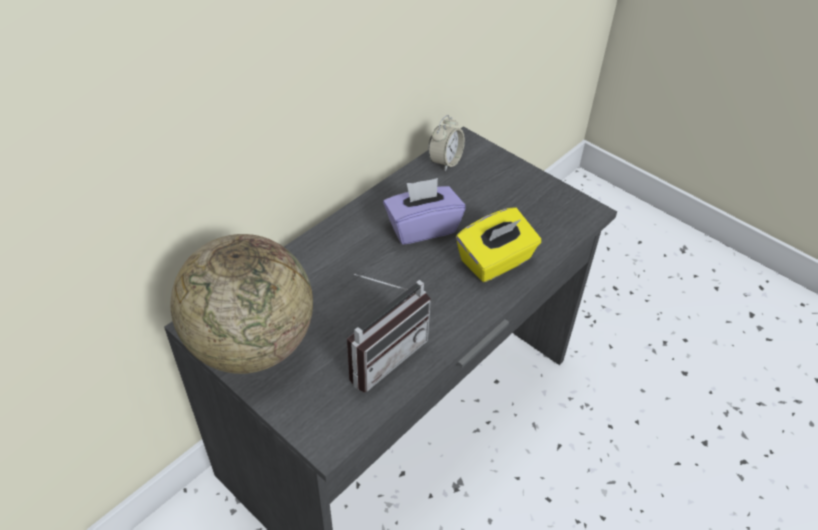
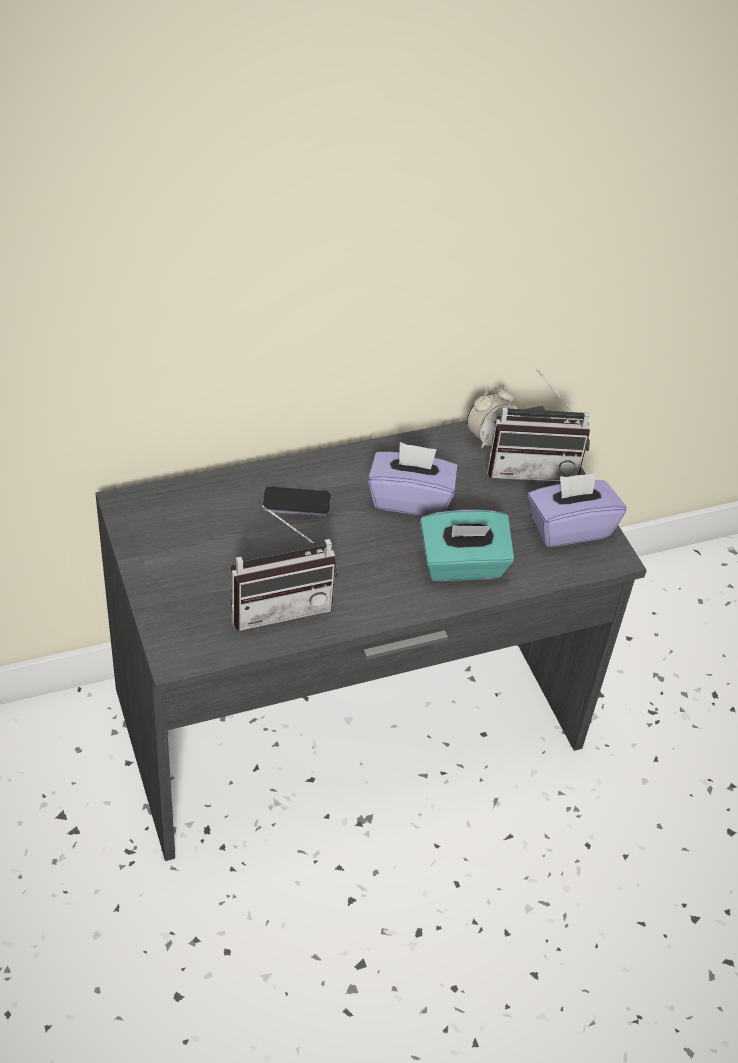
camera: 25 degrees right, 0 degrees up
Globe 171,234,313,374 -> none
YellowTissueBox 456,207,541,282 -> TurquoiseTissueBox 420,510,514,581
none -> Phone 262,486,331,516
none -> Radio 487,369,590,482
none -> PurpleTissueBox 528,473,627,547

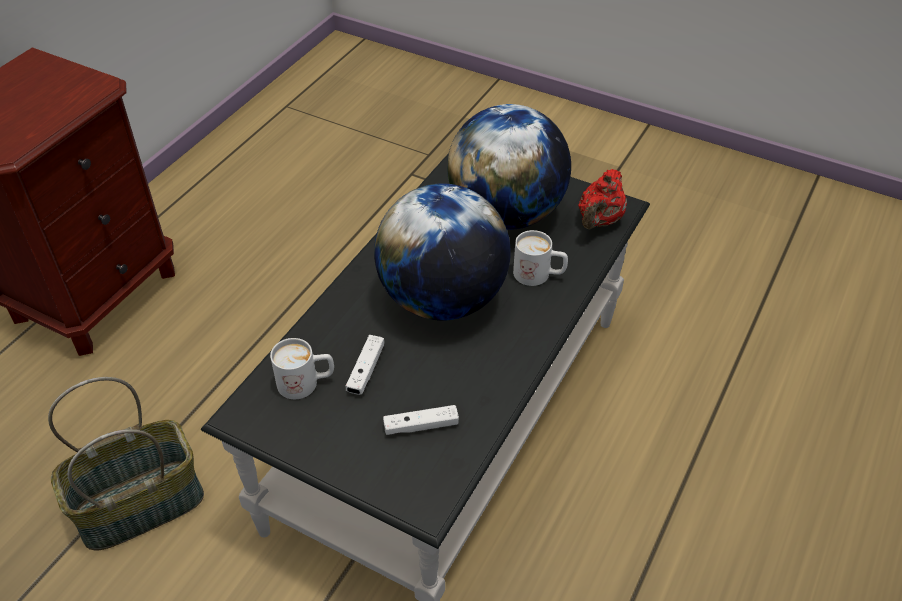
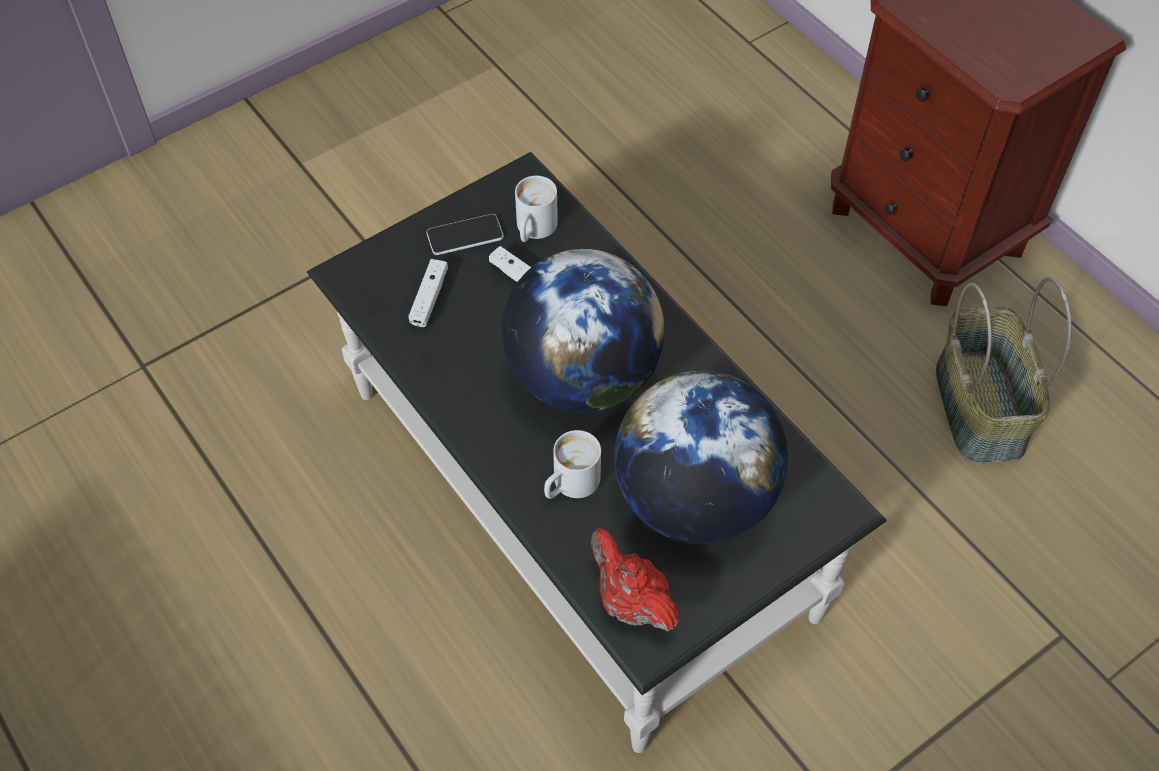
camera: 115 degrees right, 10 degrees up
Basket 48,377,204,551 -> Basket 936,277,1072,464, move
none -> Phone 426,214,504,255

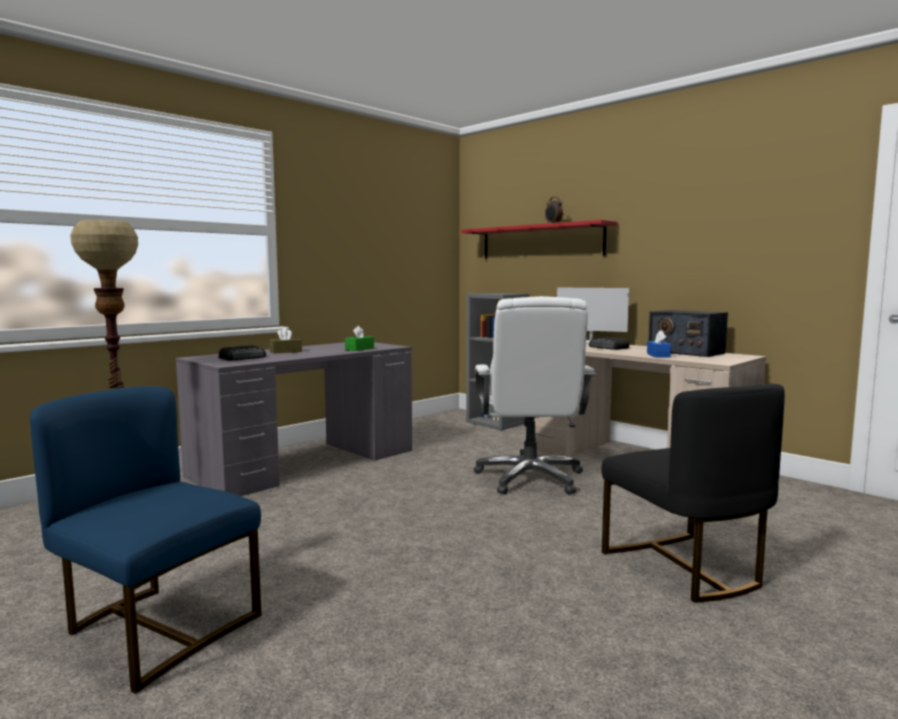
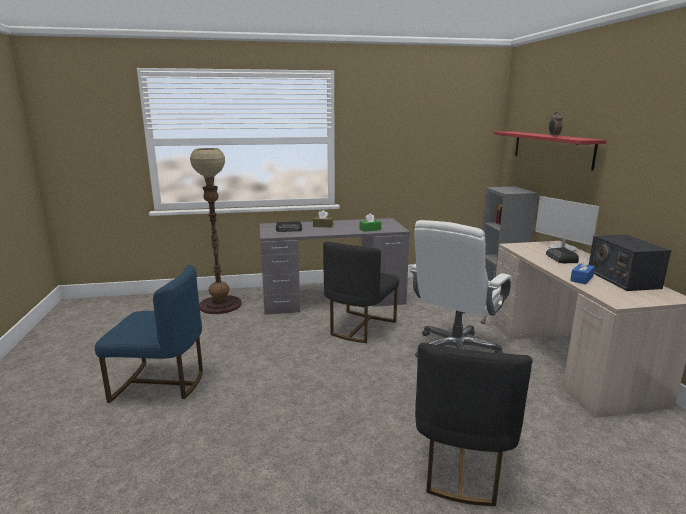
camera: 35 degrees right, 10 degrees up
BlueChair 30,386,261,694 -> BlueChair 95,265,203,403, 120 degrees clockwise
none -> BlackChair 323,241,399,343

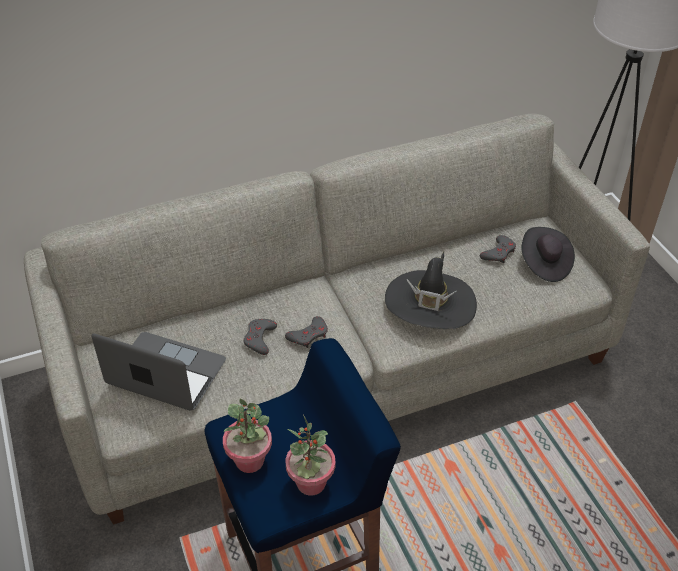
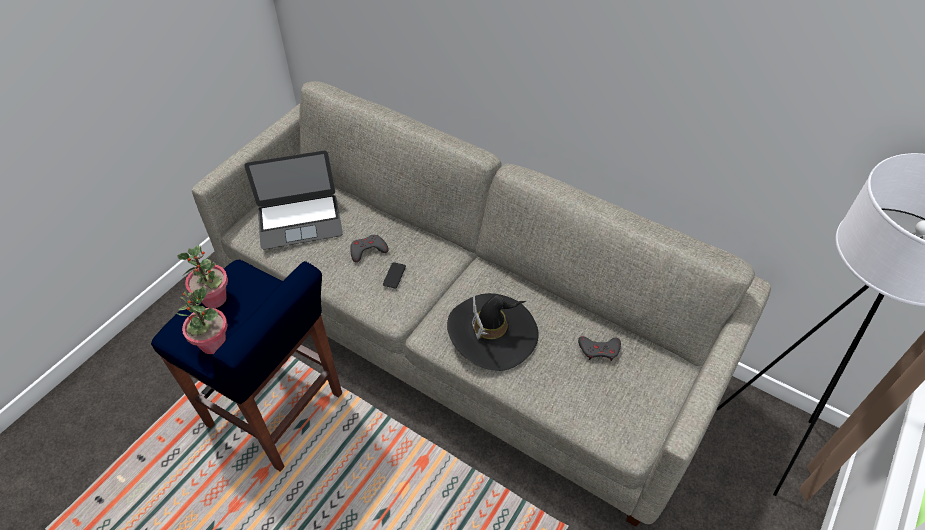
camera: 55 degrees right, 5 degrees up
Laptop 91,332,226,411 -> Laptop 245,150,343,249, 90 degrees clockwise
GreyGameController 285,316,328,348 -> Phone 383,262,406,288
BlackHat 521,227,575,282 -> none

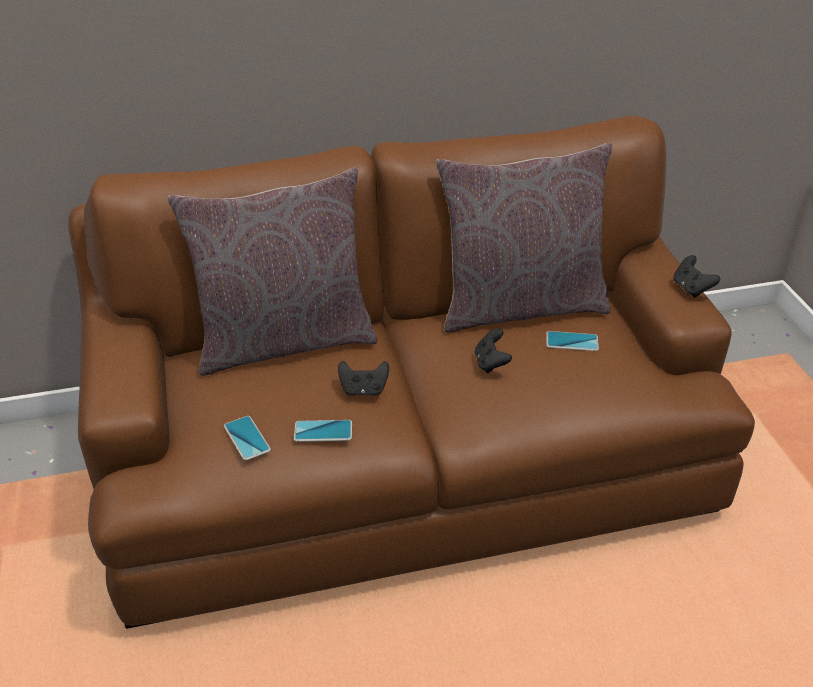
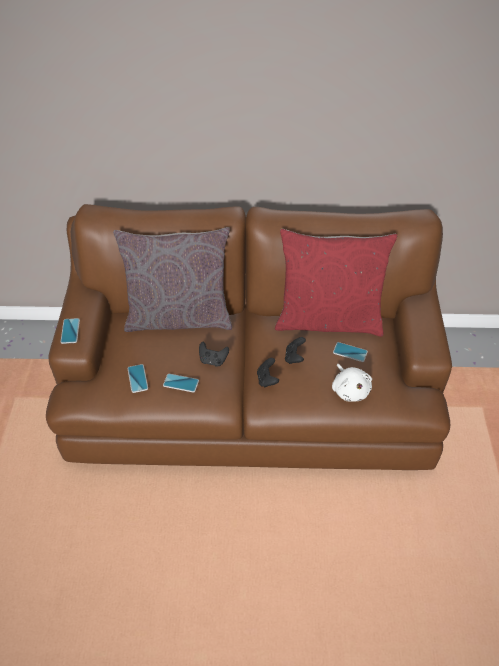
camera: 15 degrees right, 10 degrees up
GreyPillow 436,143,612,333 -> RedPillow 275,229,397,337
BlackGameController 673,255,720,298 -> BlackGameController 257,358,279,388, move
none -> Phone 61,318,80,344
none -> WhitePlushToy 332,364,372,402

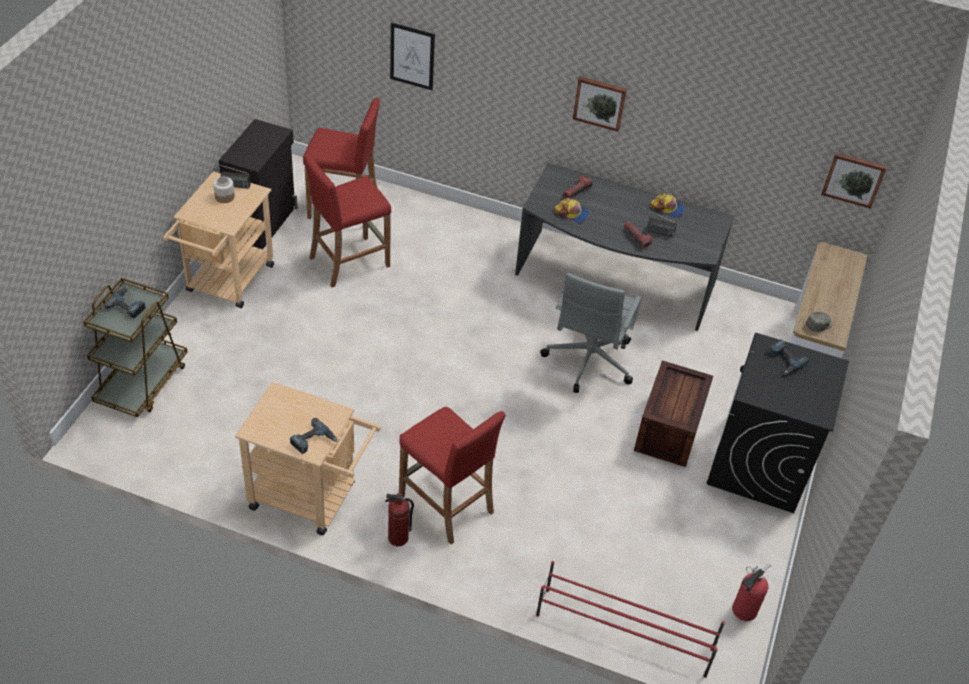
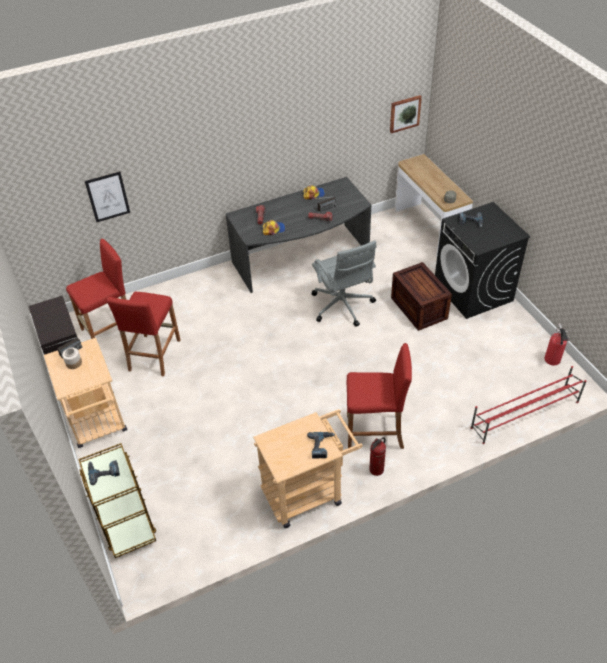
camera: 40 degrees left, 0 degrees up
Picture 573,77,627,132 -> none

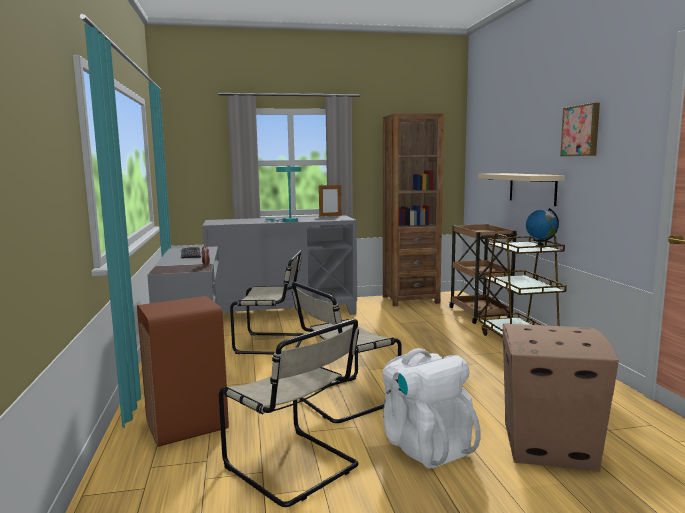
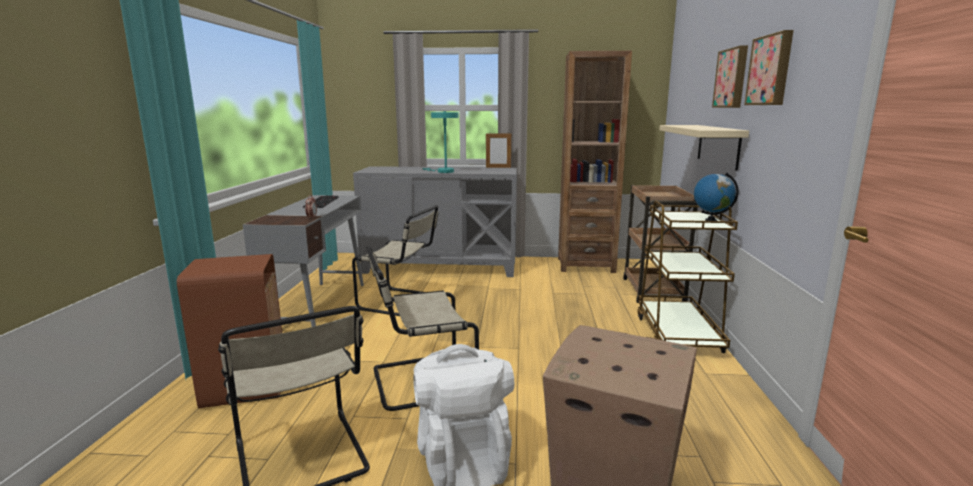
camera: 15 degrees right, 5 degrees up
none -> Picture 712,45,748,108

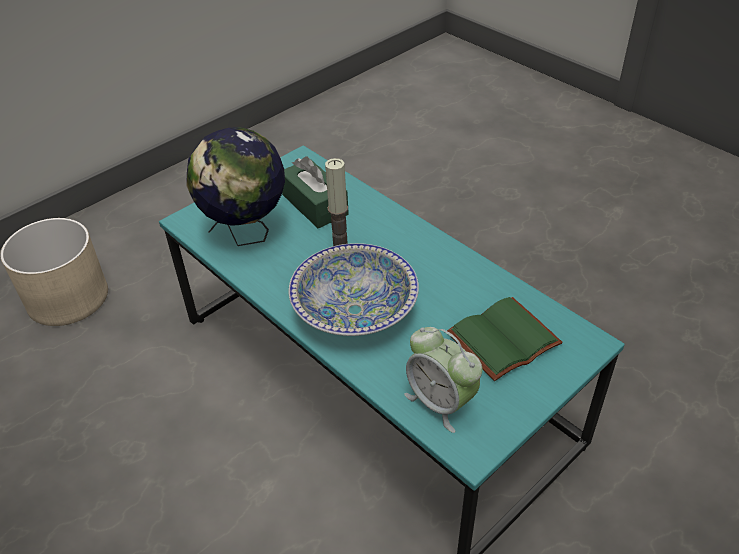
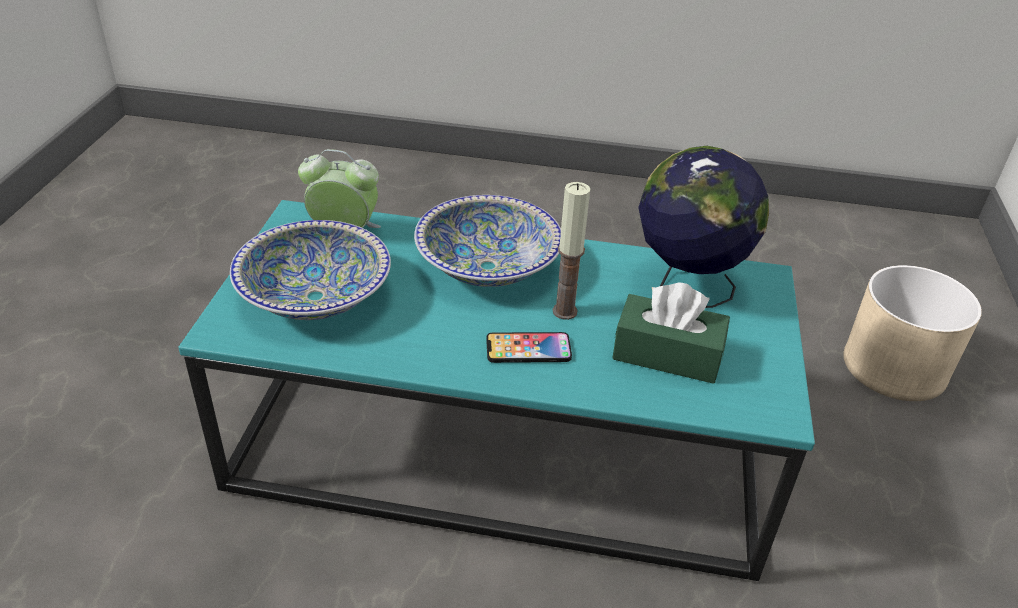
camera: 140 degrees right, 5 degrees down
GreenBook 447,297,563,381 -> Bowl 230,220,391,320
none -> Phone 486,332,572,363

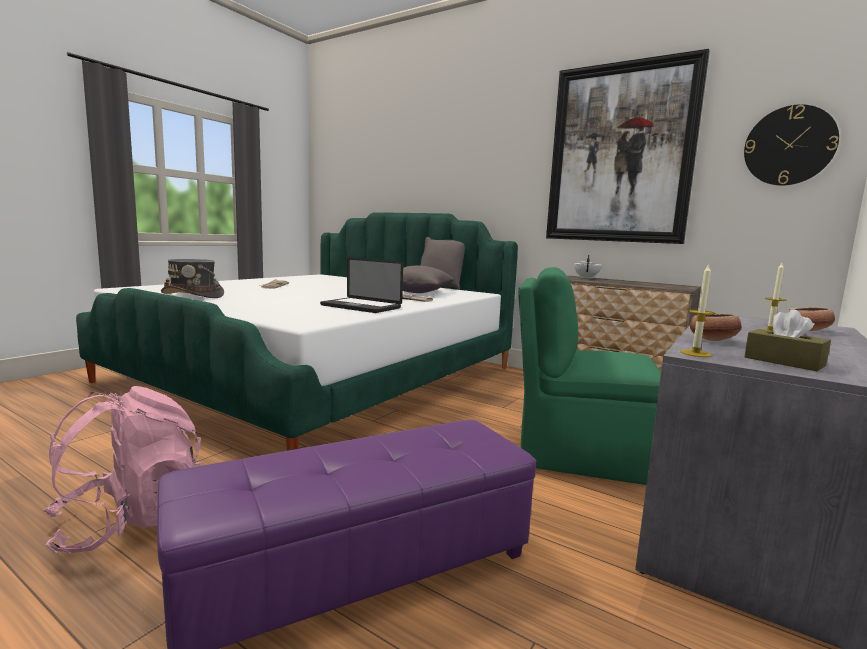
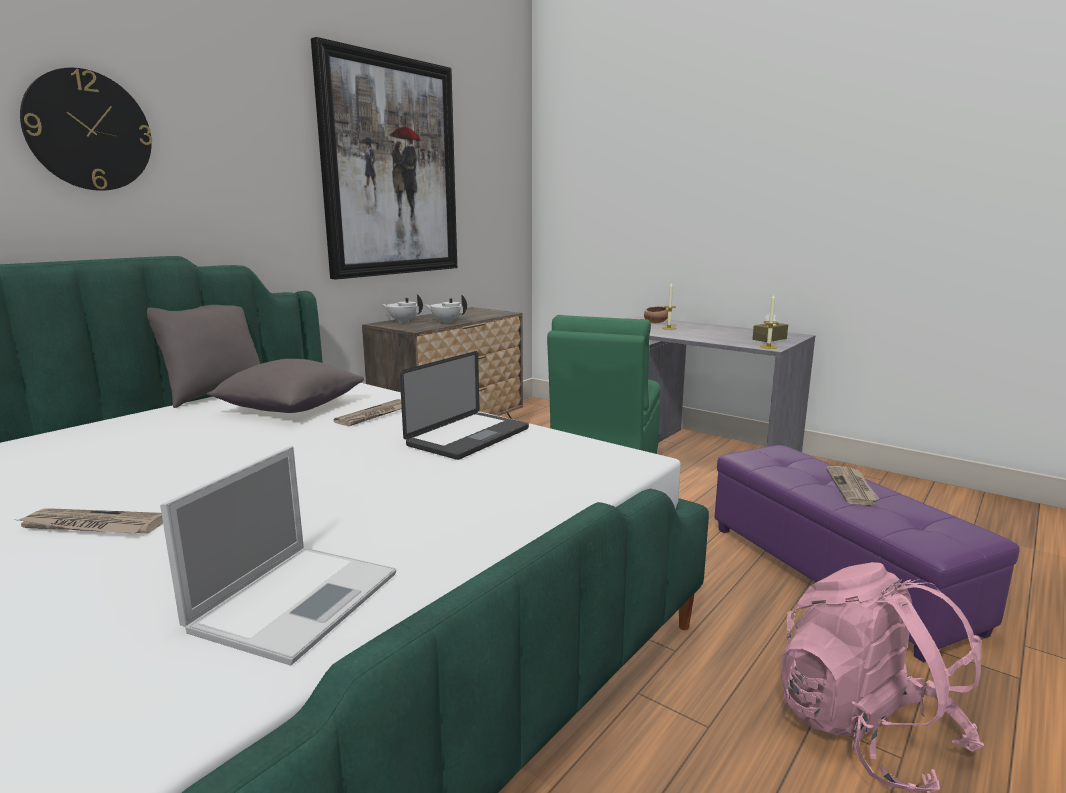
camera: 85 degrees left, 5 degrees up
GreyHat 161,259,224,298 -> Laptop 160,446,396,666
Bowl 690,314,742,341 -> none
WallClock 744,104,839,186 -> WallClock 20,68,152,191, move
none -> WhiteTeapot 425,295,467,324
none -> Newspaper 826,466,880,505

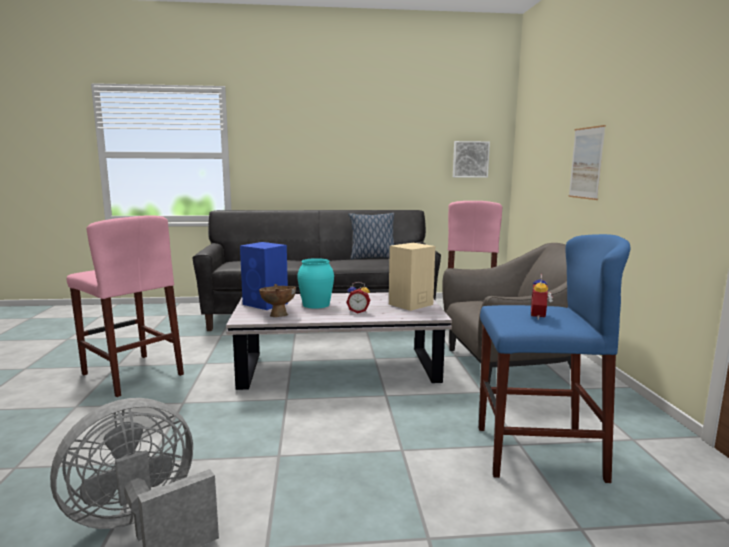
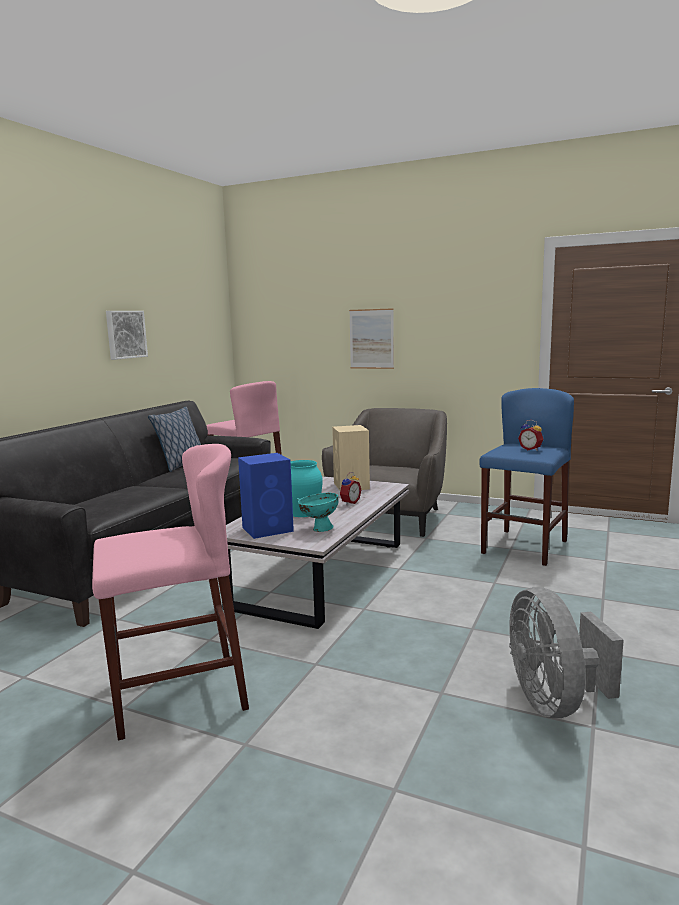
camera: 60 degrees left, 0 degrees up
BrownBowl 259,284,296,317 -> TurquoiseBowl 297,492,339,532
Picture 453,141,490,178 -> Picture 106,311,148,360, move

